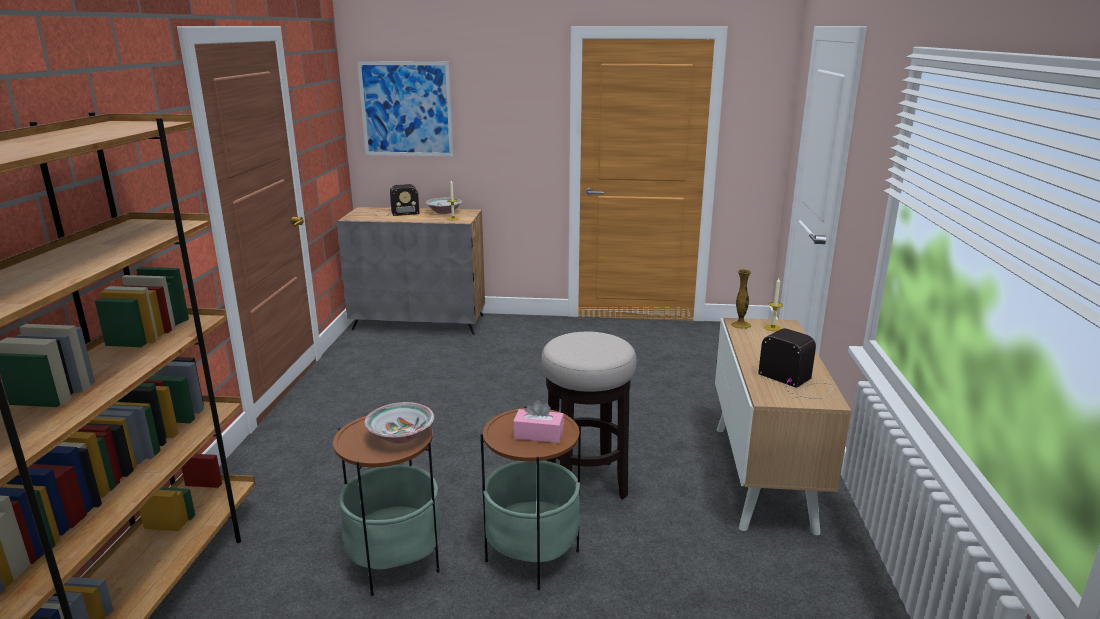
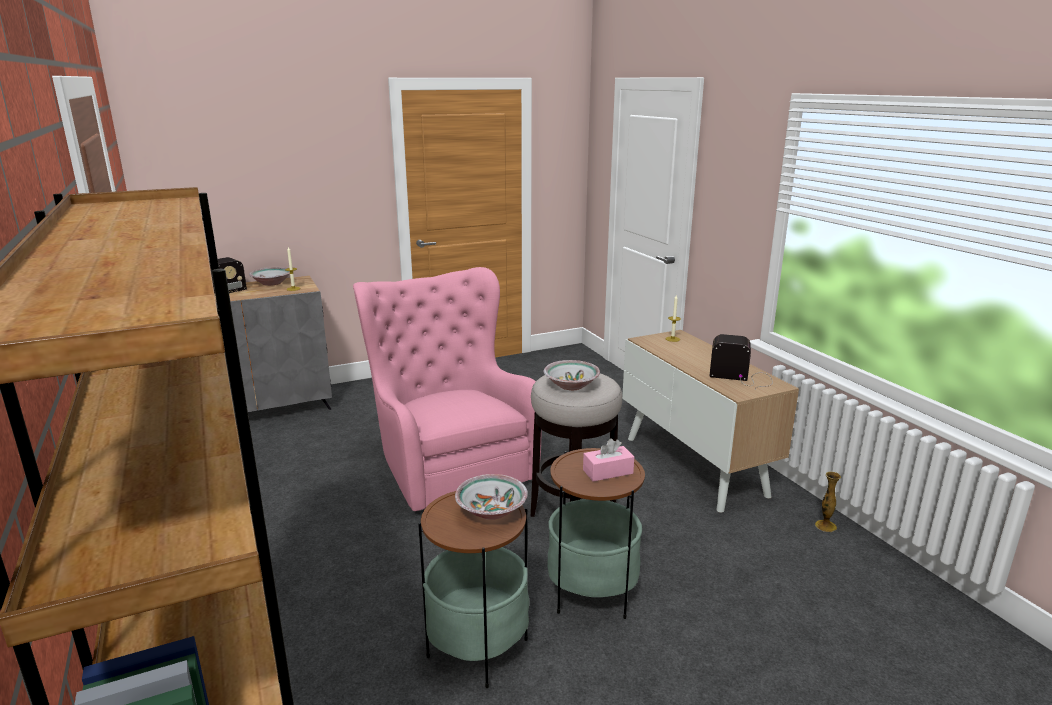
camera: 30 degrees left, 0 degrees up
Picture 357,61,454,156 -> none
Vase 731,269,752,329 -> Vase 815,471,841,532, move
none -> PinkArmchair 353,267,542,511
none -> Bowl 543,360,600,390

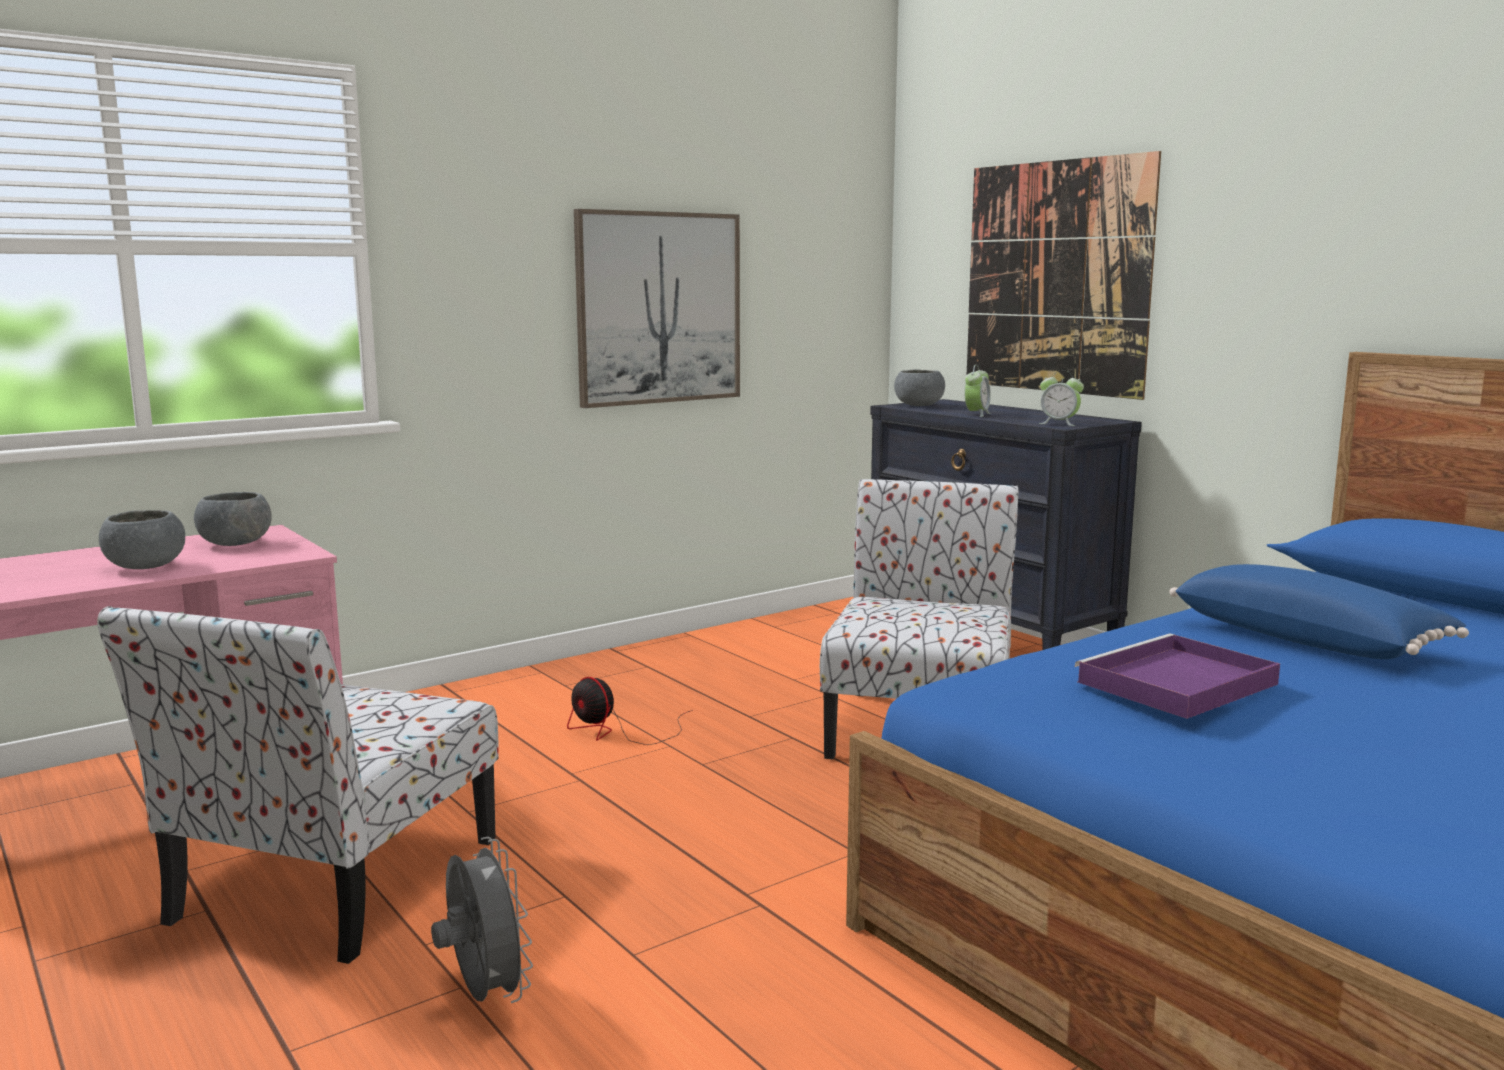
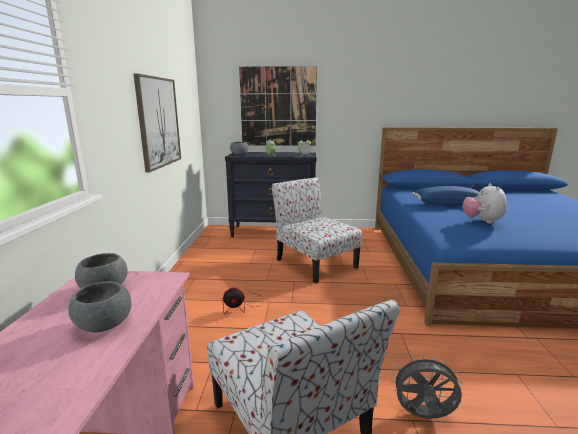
camera: 50 degrees left, 5 degrees up
PurpleTray 1075,634,1280,719 -> PlushToy 462,183,507,224

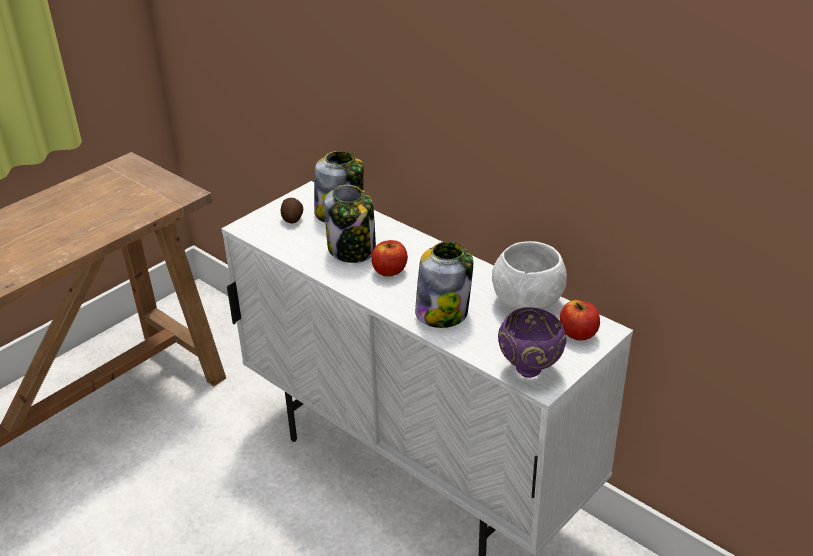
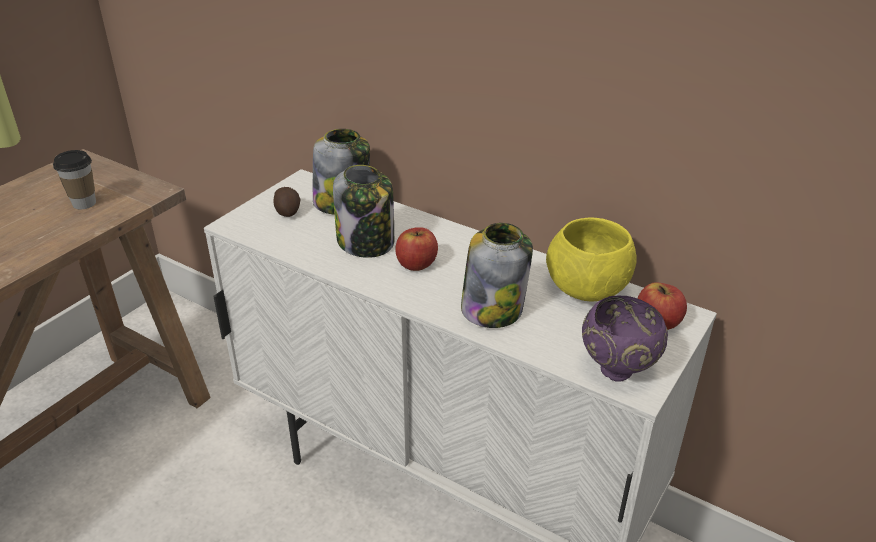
camera: 10 degrees left, 0 degrees up
WhiteBowl 492,241,567,310 -> YellowBowl 546,218,637,301
none -> Cup 53,150,96,209

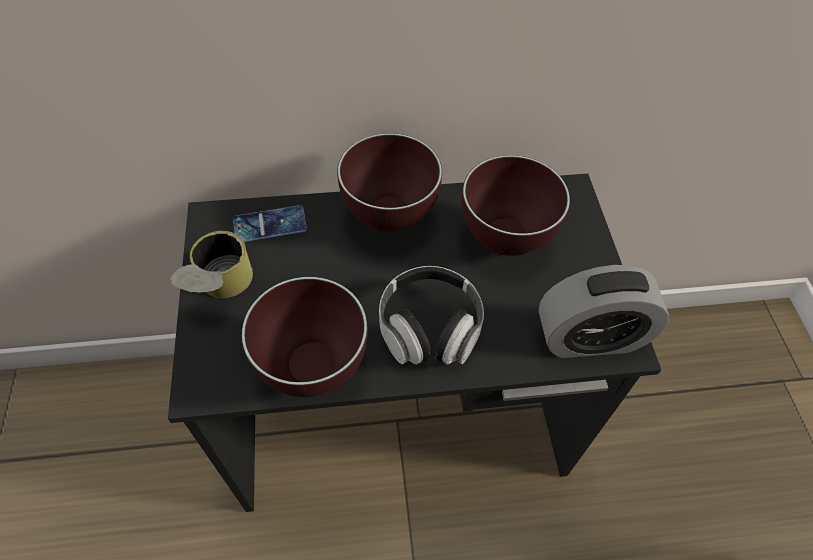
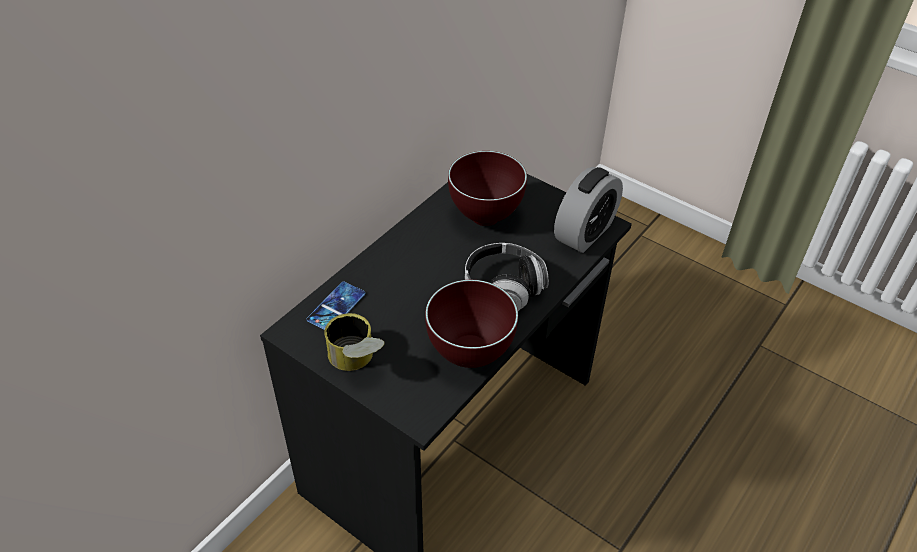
camera: 45 degrees left, 10 degrees down
BrownBowl 337,133,442,232 -> none

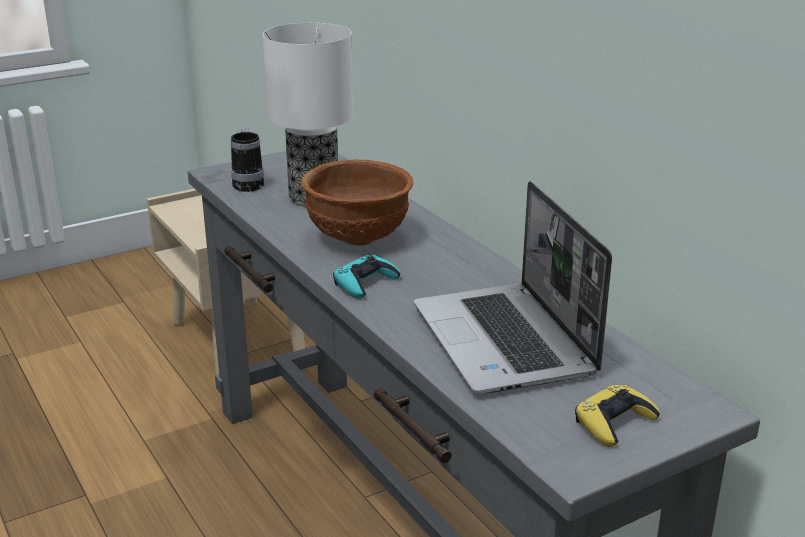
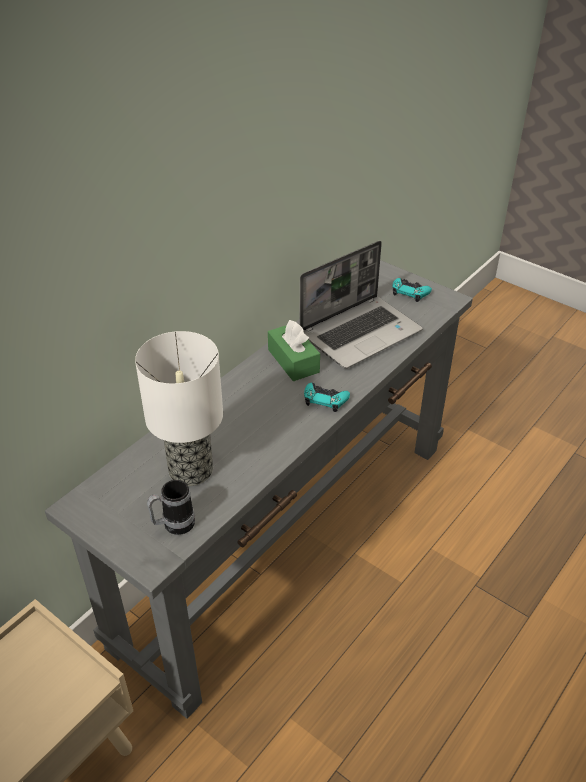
camera: 110 degrees left, 15 degrees up
BrownBowl 301,159,413,246 -> none
YellowGameController 575,385,660,447 -> TurquoiseGameController 392,278,432,302
none -> GreenTissueBox 268,320,320,381

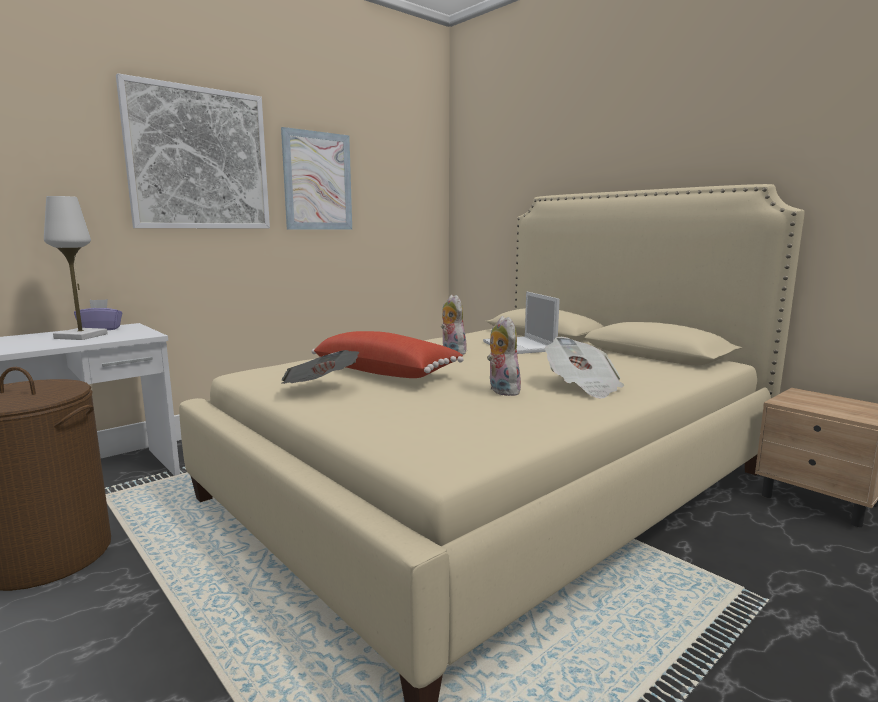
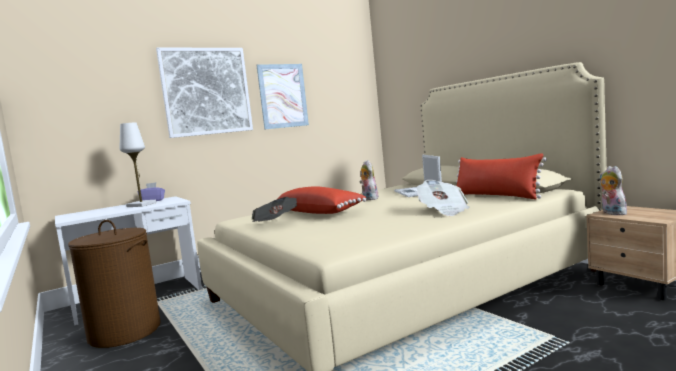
camera: 10 degrees right, 5 degrees down
PlushToy 487,316,521,396 -> PlushToy 600,166,627,215, move
none -> RedPillow 456,153,547,199

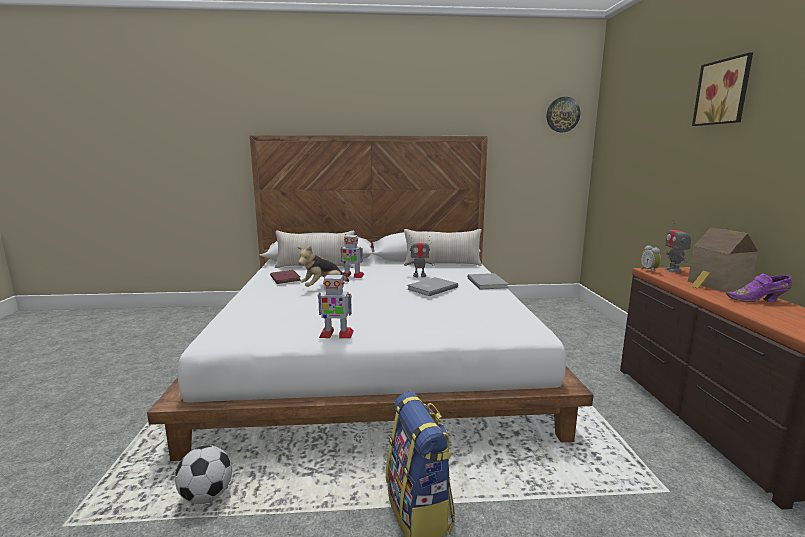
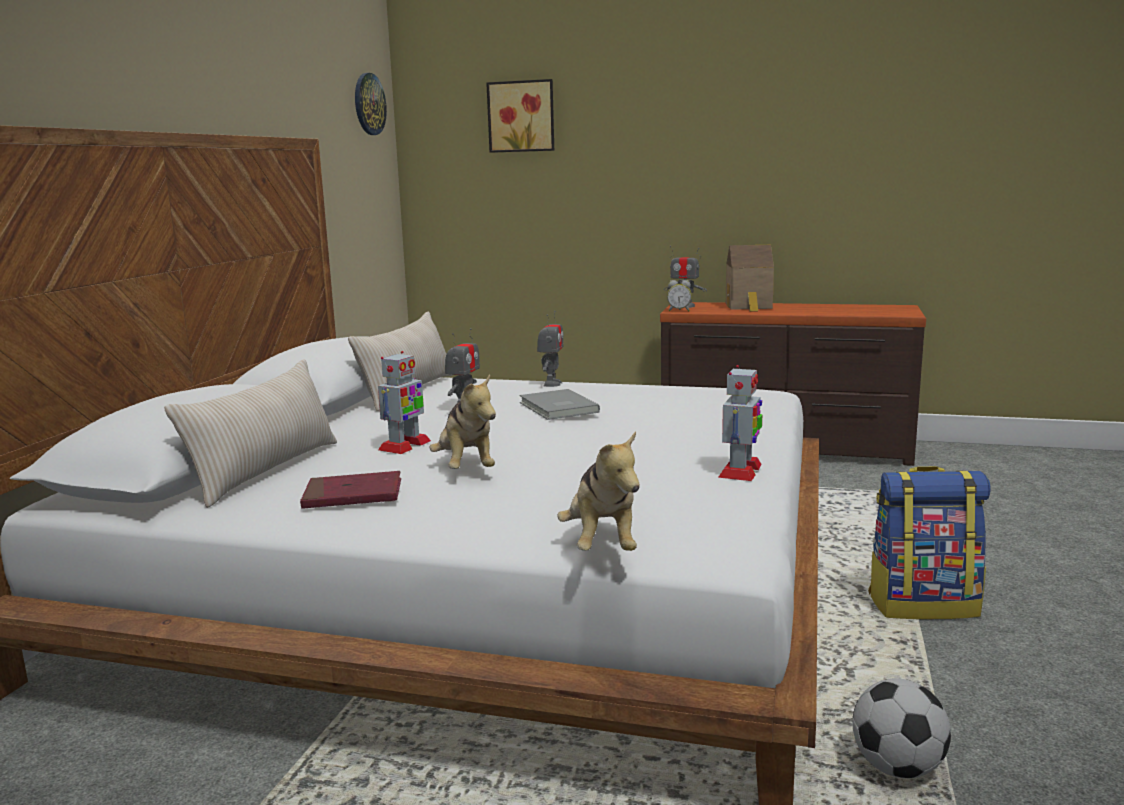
camera: 70 degrees left, 0 degrees up
GreyBook 467,273,508,290 -> ToyRobot 537,311,563,387
Picture 692,52,753,126 -> Picture 486,79,554,153, move
PurpleShoe 726,273,792,302 -> none
none -> PlushToy 557,431,640,551

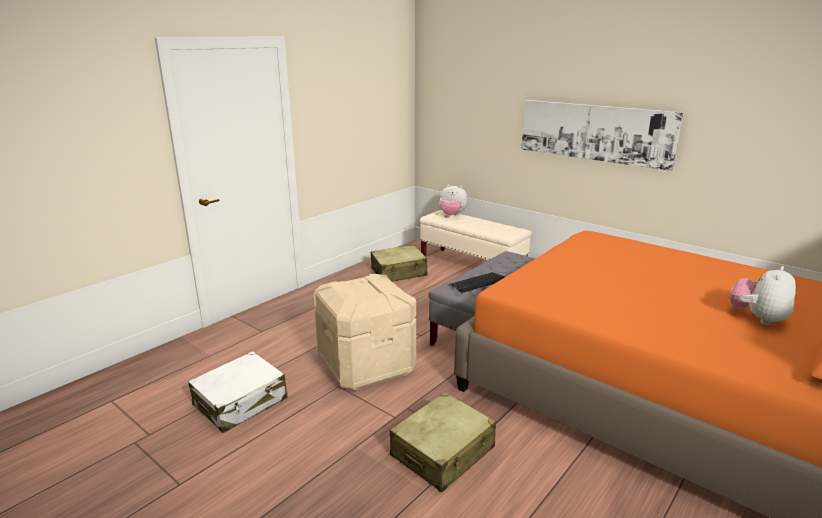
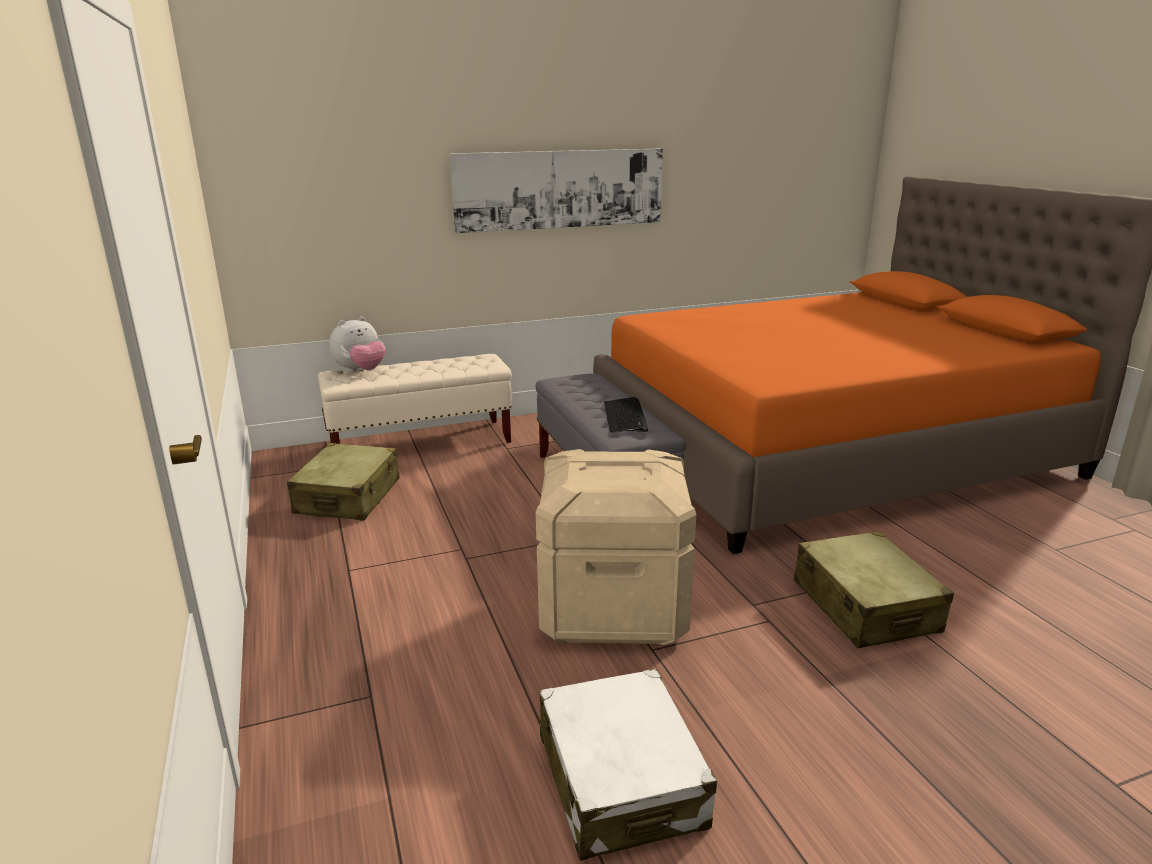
camera: 60 degrees left, 0 degrees up
PlushToy 729,266,796,326 -> none

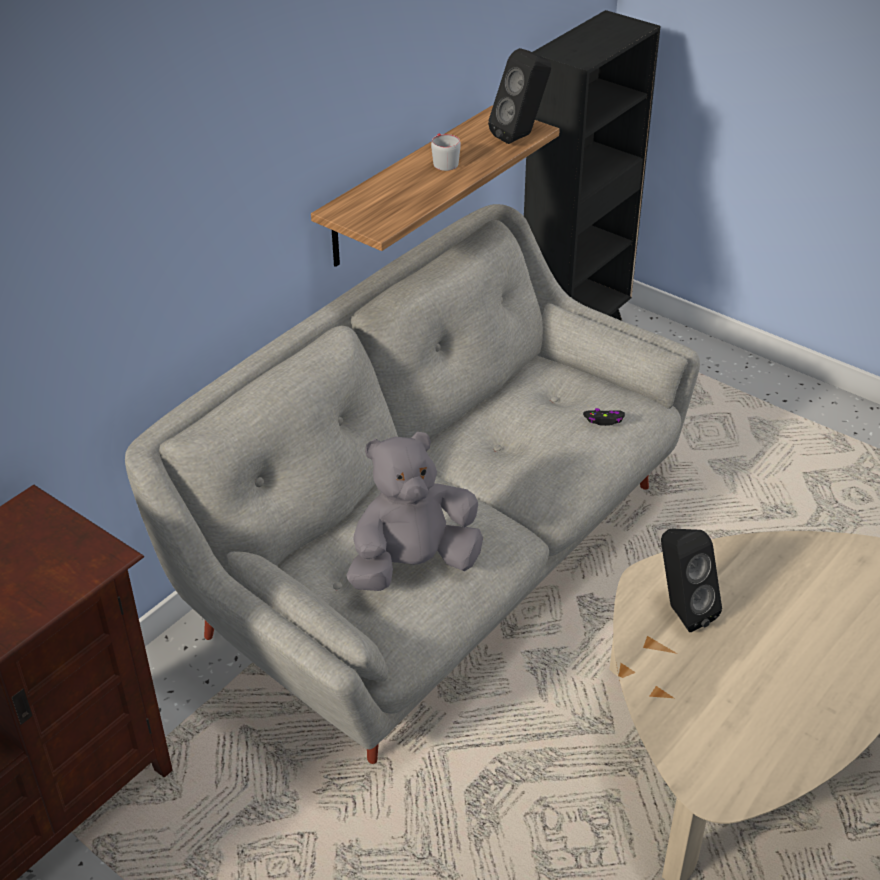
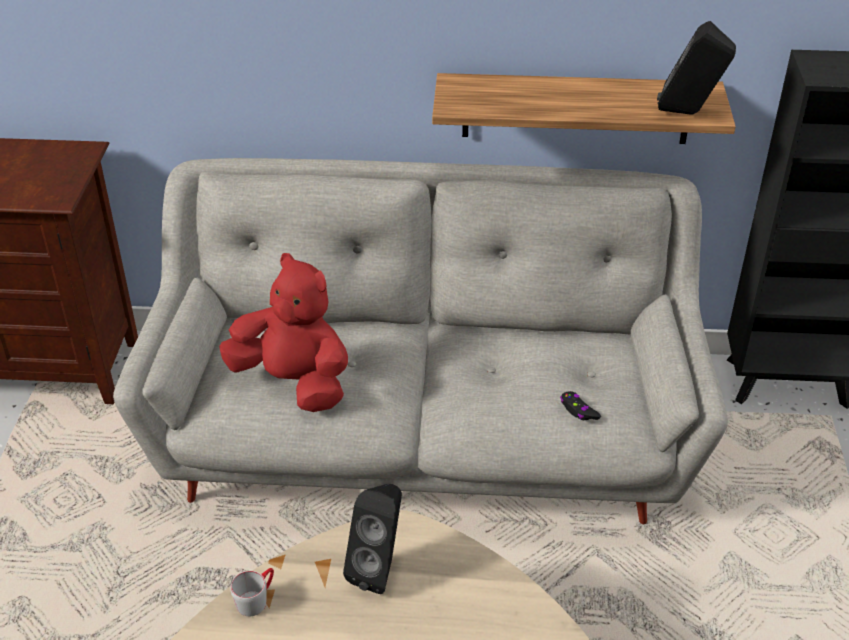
camera: 55 degrees right, 0 degrees up
GreyPlushToy 346,432,483,591 -> RedPlushToy 219,253,348,412
GreyMug 431,134,461,171 -> GreyMug 230,568,274,616, move

